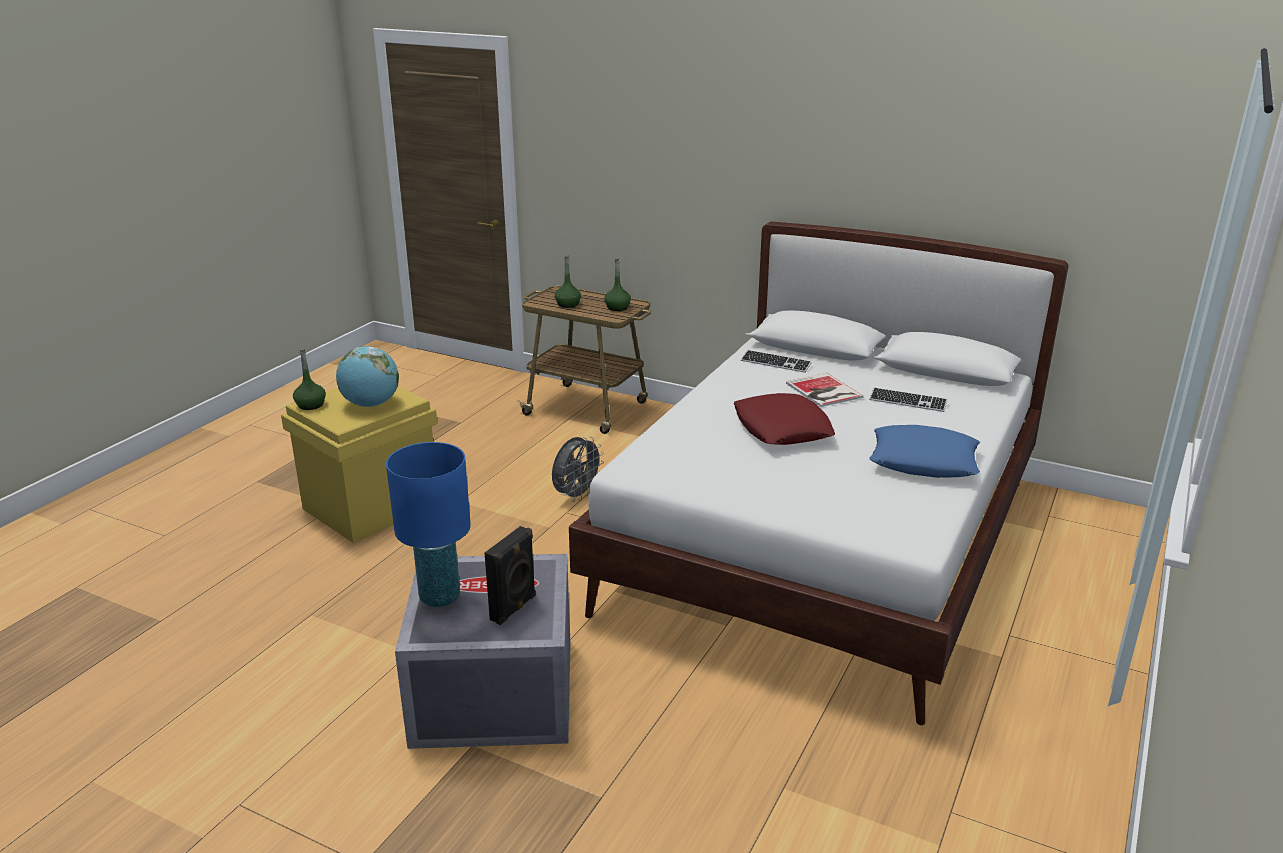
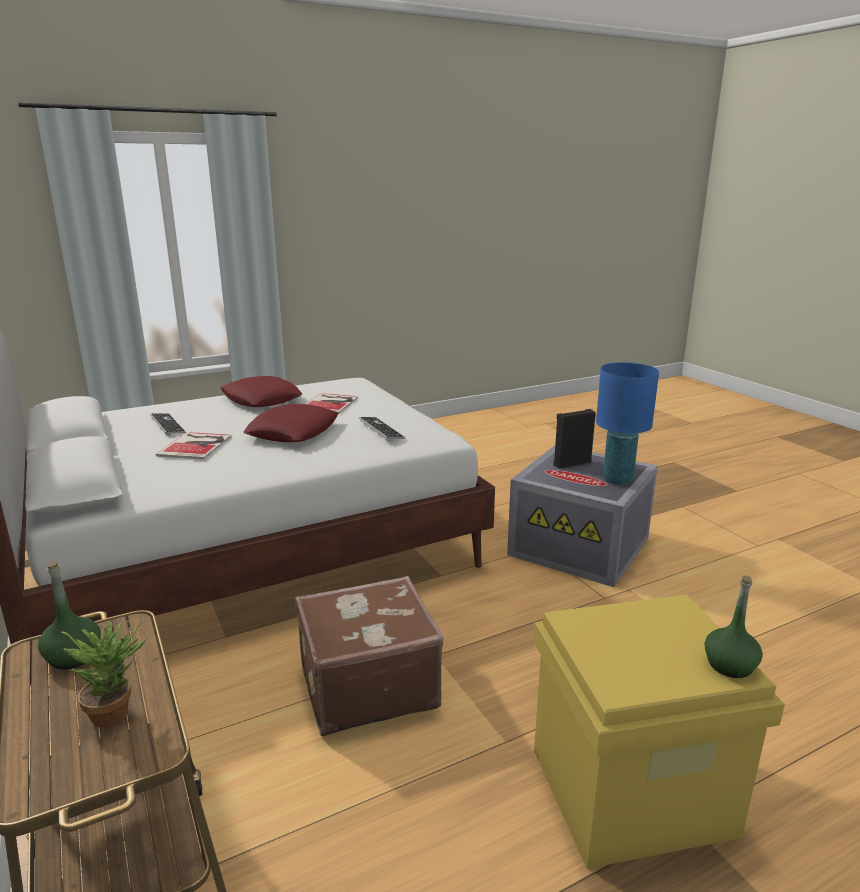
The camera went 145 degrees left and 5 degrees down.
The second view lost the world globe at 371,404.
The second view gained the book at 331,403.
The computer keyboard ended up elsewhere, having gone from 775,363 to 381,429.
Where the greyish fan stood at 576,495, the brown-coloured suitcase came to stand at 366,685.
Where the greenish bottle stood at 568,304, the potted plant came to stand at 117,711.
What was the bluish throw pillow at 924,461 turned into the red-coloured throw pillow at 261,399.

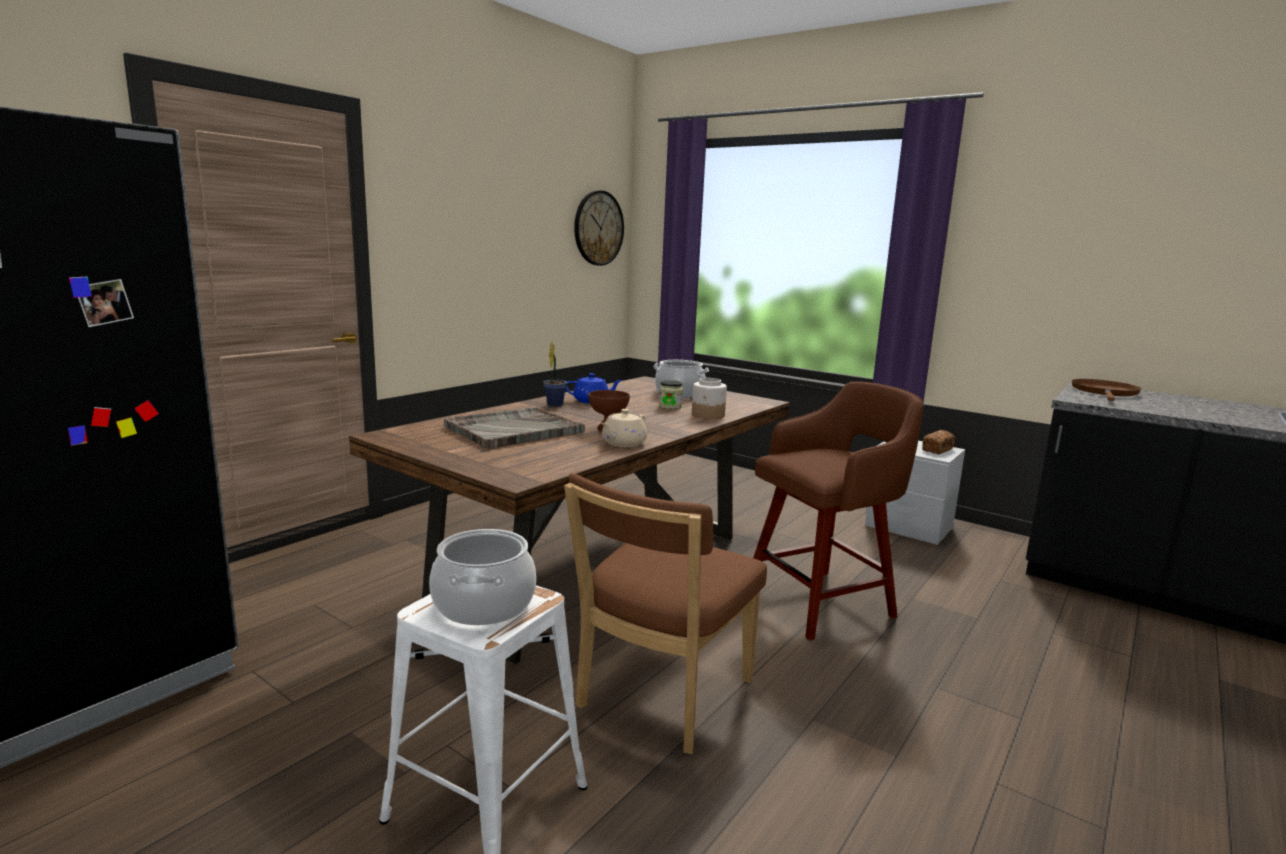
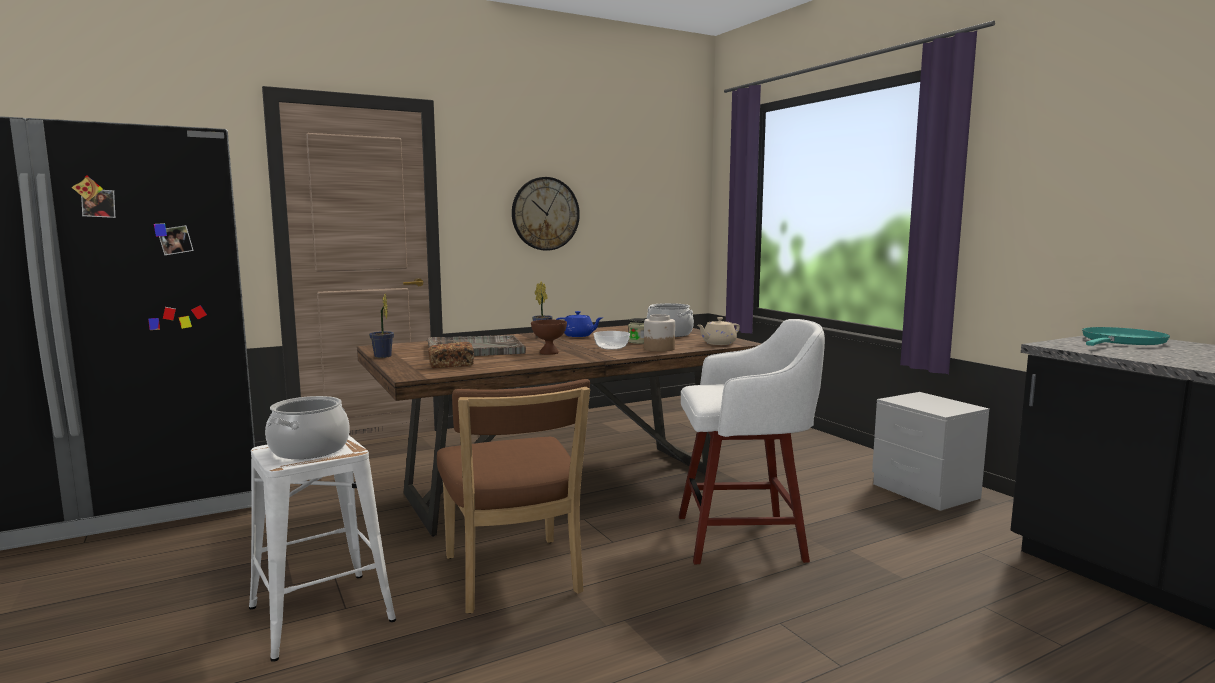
The camera went 25 degrees right and 5 degrees down.
The second view gained the potted plant at 383,357.
The second view gained the serving bowl at 612,347.
The hanging clock ended up elsewhere, having gone from 598,228 to 545,214.
The sand-coloured teapot ended up elsewhere, having gone from 623,443 to 718,343.
The bread ended up elsewhere, having gone from 937,450 to 451,365.
What was the brown-coloured sitting stool at 822,602 turned into the white sitting stool at 744,538.
What was the brown-coloured skillet at 1104,392 turned into the turquoise-coloured skillet at 1121,341.
The brown-coloured upright chair at 660,698 ended up facing another way, 75 degrees counterclockwise from before.

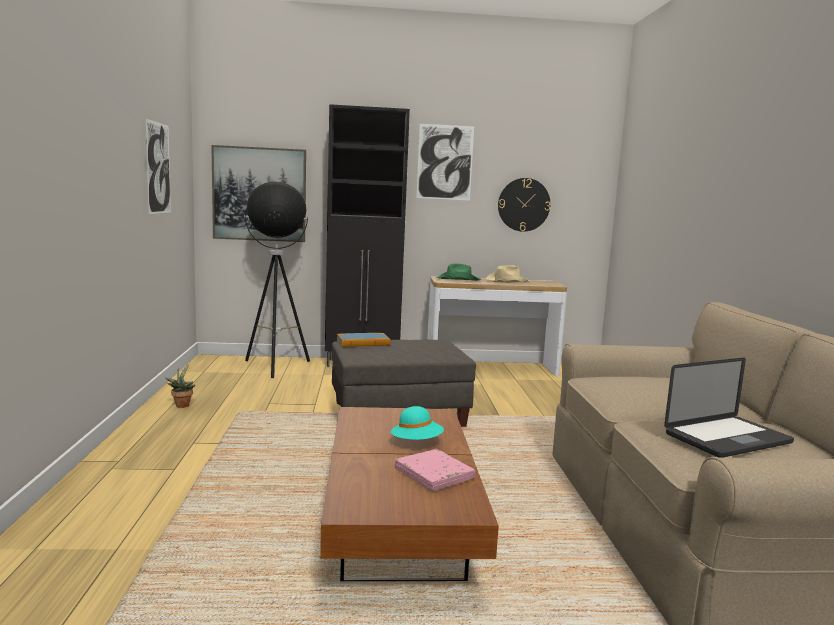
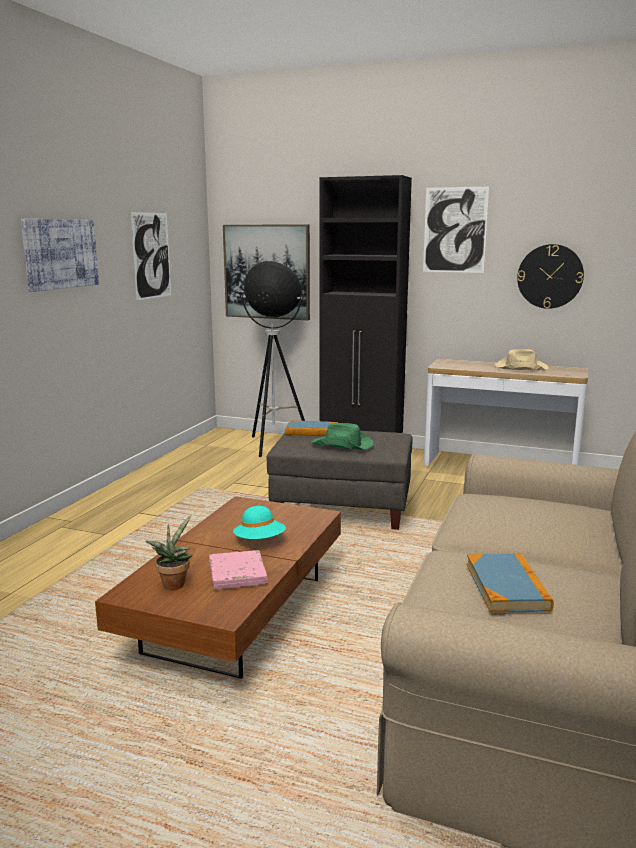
The camera went 25 degrees right and 5 degrees up.
The second view gained the wall art at 60,254.
The potted plant ended up elsewhere, having gone from 182,405 to 174,583.
The greenish wearable hat ended up elsewhere, having gone from 459,279 to 343,445.
Where the notebook computer stood at 727,438, the book came to stand at 507,586.

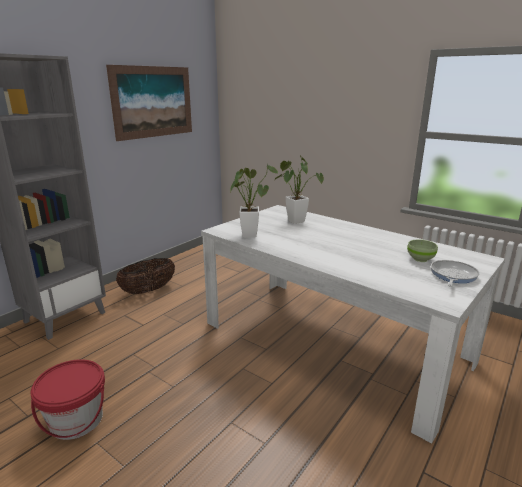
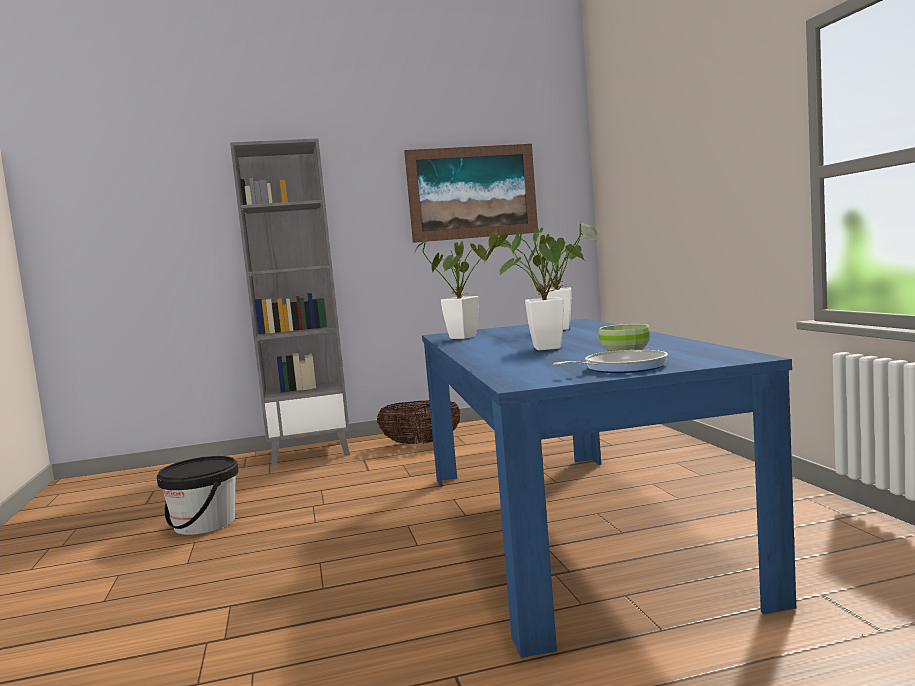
The camera went 40 degrees right and 15 degrees down.
The second view gained the potted plant at 539,348.
What was the red-coloured pail at 76,420 turned into the blackish pail at 204,524.
What was the white dining table at 332,341 turned into the bluish dining table at 568,527.

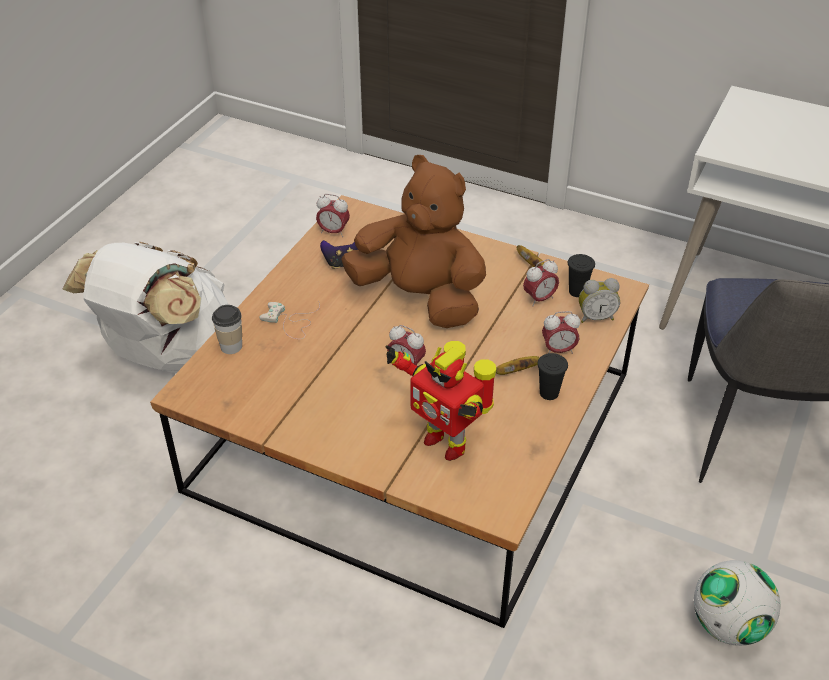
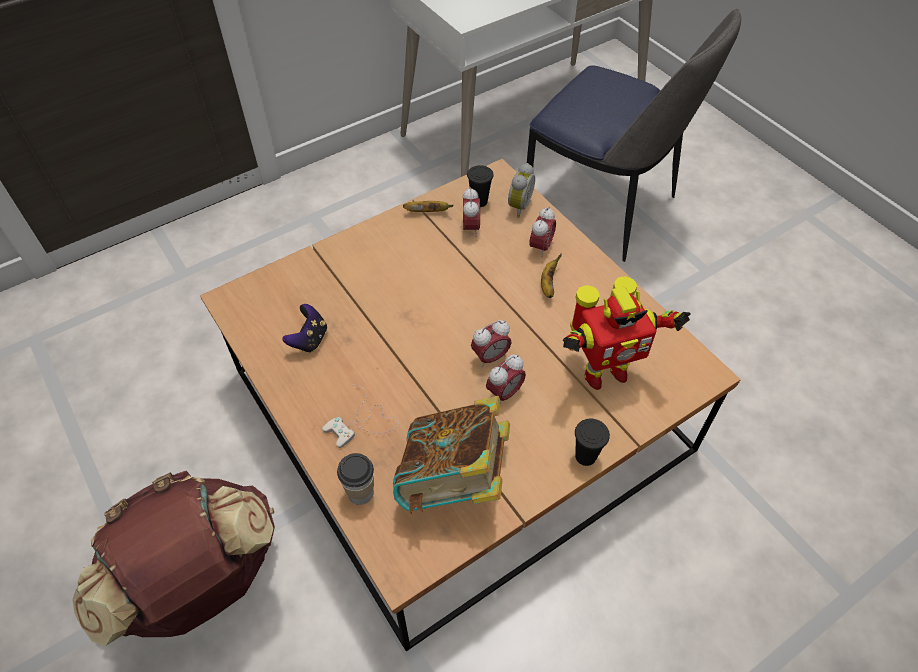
The camera went 60 degrees left and 10 degrees up.
The second view lost the brown-coloured cuddly toy at 420,298.
The second view lost the ball for football at 728,625.
The second view gained the book at 454,479.
The bedside clock ended up elsewhere, having gone from 333,232 to 504,393.
The blackish cup ended up elsewhere, having gone from 549,393 to 585,456.
What was the white knapsack at 168,356 turned into the brown-coloured knapsack at 201,581.

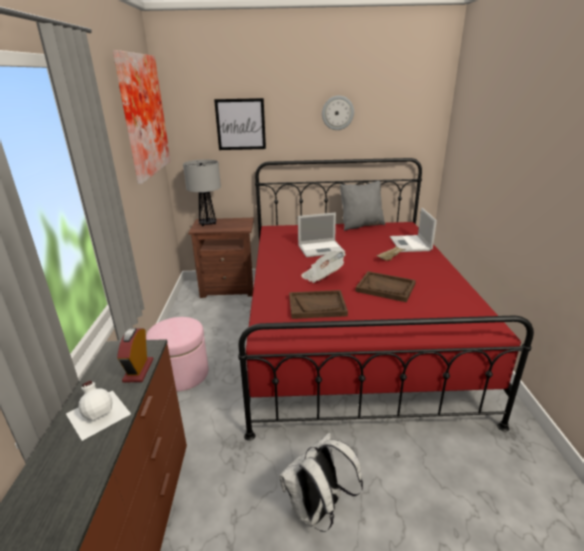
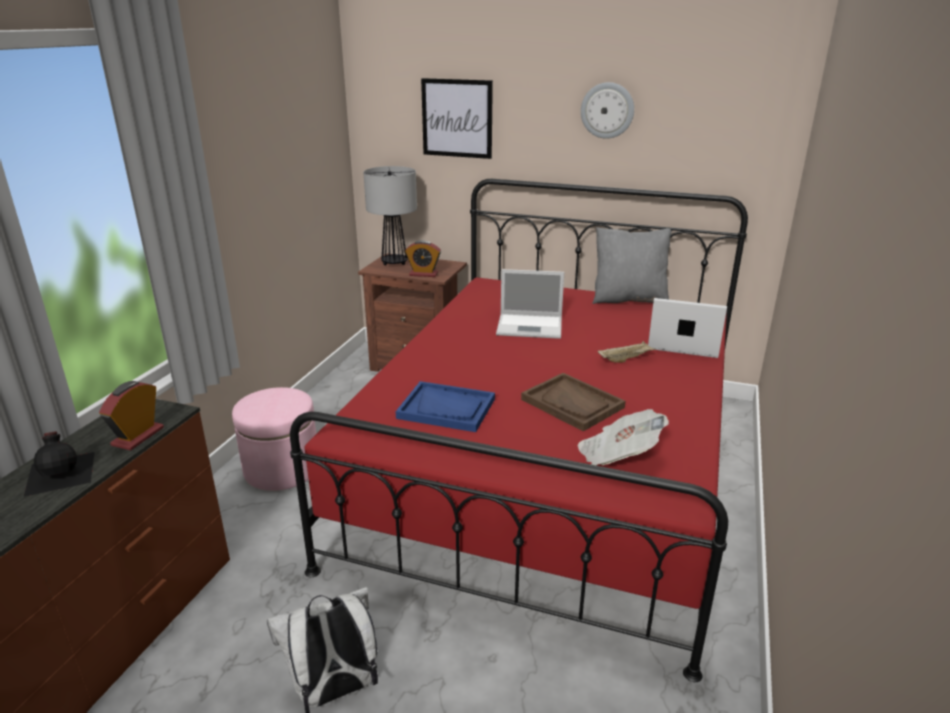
The camera went 20 degrees right and 0 degrees up.
The second view lost the wall art at 140,116.
The second view gained the bedside clock at 423,274.
The printed paper ended up elsewhere, having gone from 322,277 to 618,456.
What was the white bottle at 98,412 turned into the blackish bottle at 62,472.
What was the brown-coloured tray at 317,306 turned into the bluish tray at 446,408.
The notebook computer at 410,244 ended up facing another way, 90 degrees clockwise from before.

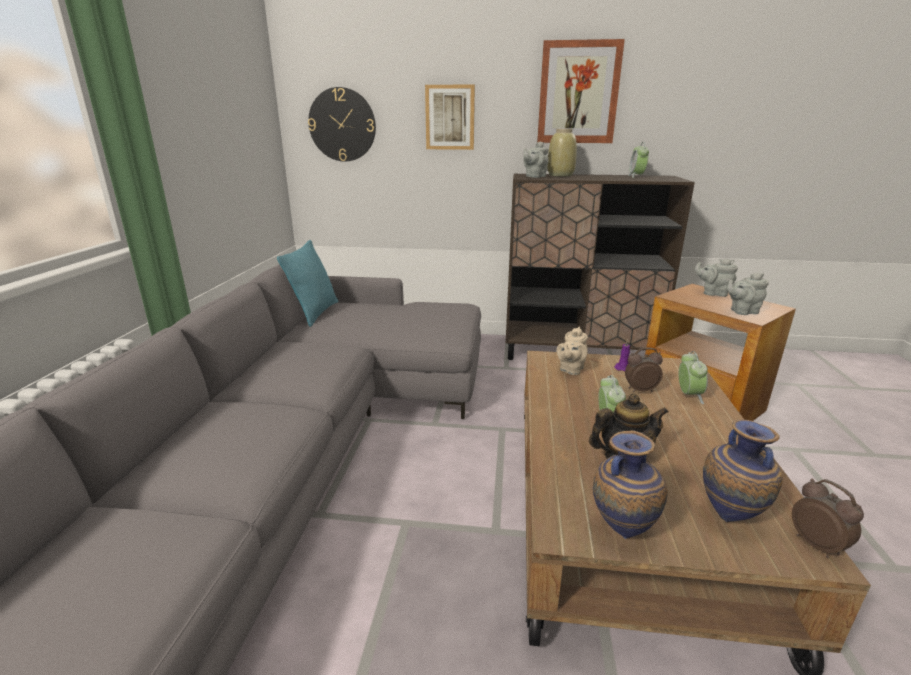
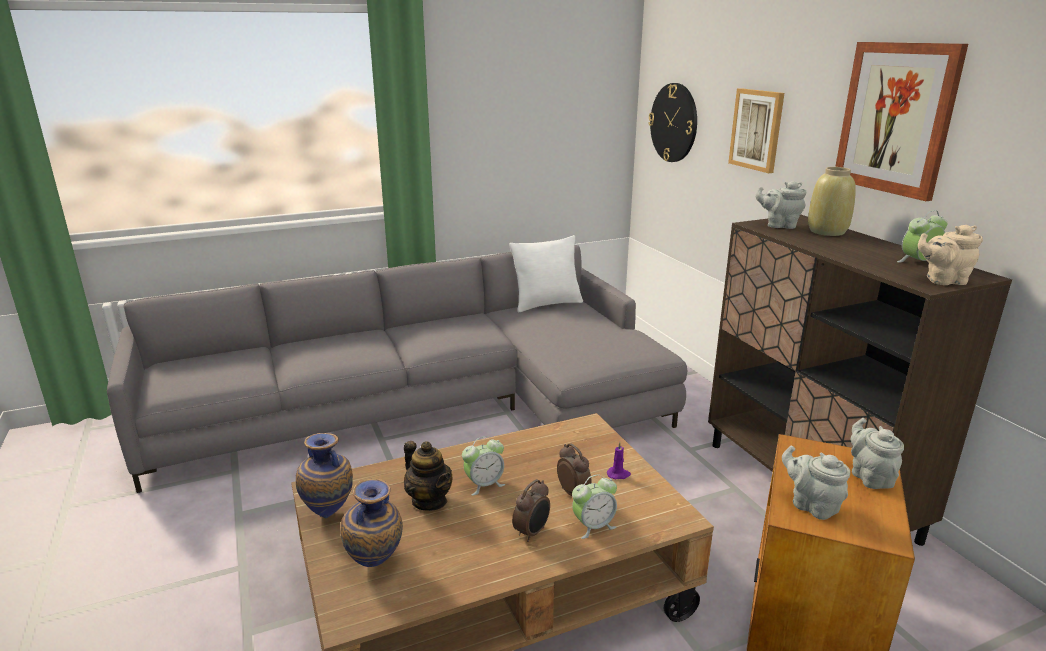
The camera went 60 degrees right and 0 degrees up.
The sand-coloured teapot ended up elsewhere, having gone from 570,370 to 942,280.
The bedside clock ended up elsewhere, having gone from 816,544 to 532,532.
What was the turquoise-coloured throw pillow at 315,313 turned into the white throw pillow at 547,304.

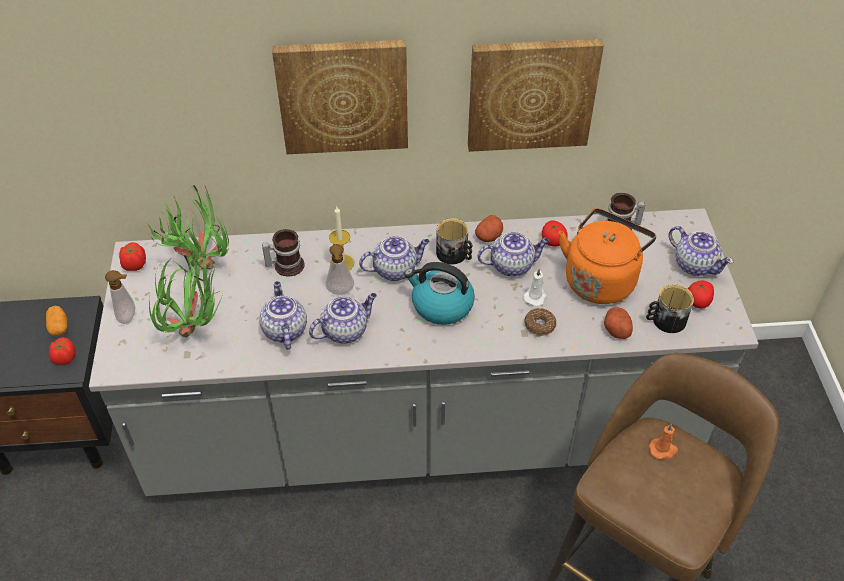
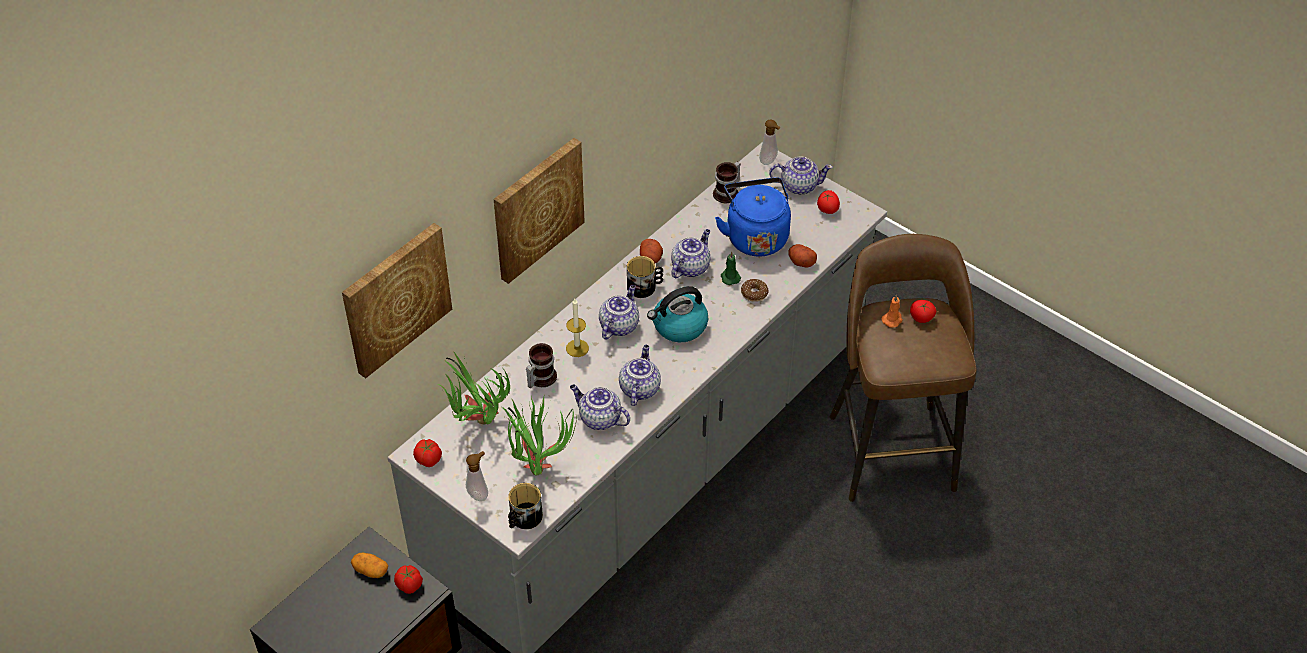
The camera went 45 degrees left and 0 degrees up.
The liquid soap bottle ended up elsewhere, having gone from 340,292 to 769,161.
The wall art ended up elsewhere, having gone from 531,94 to 395,298.
The whole tomato ended up elsewhere, having gone from 552,241 to 921,318.
The mug ended up elsewhere, having gone from 665,320 to 523,518.
What was the white wax light at 535,297 turned into the greenish wax light at 730,277.
What was the orangey tea kettle at 601,279 turned into the bluish tea kettle at 755,236.

